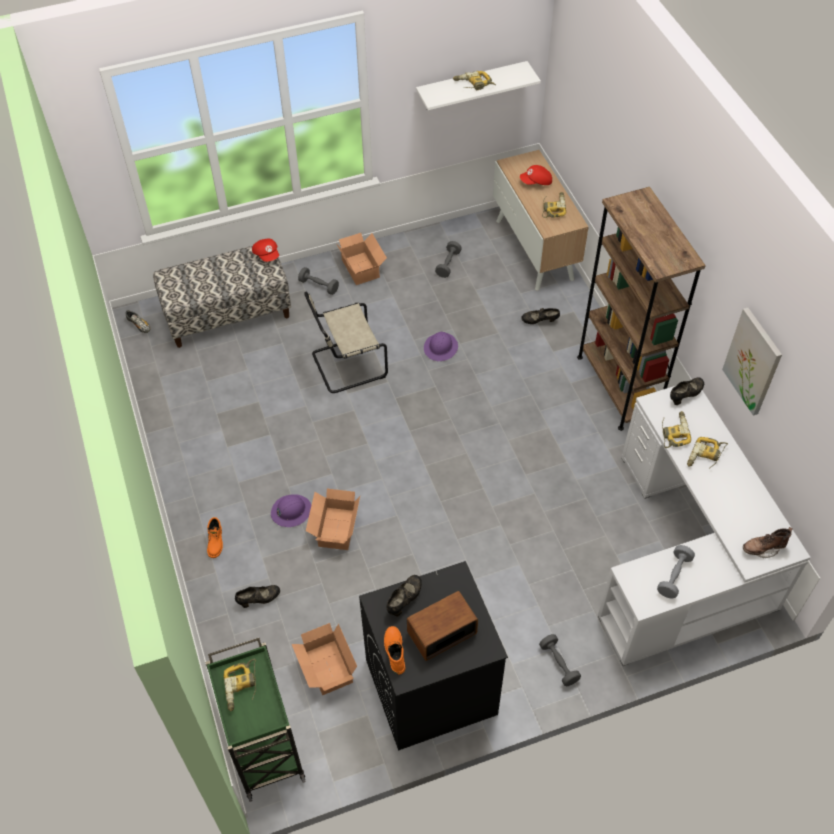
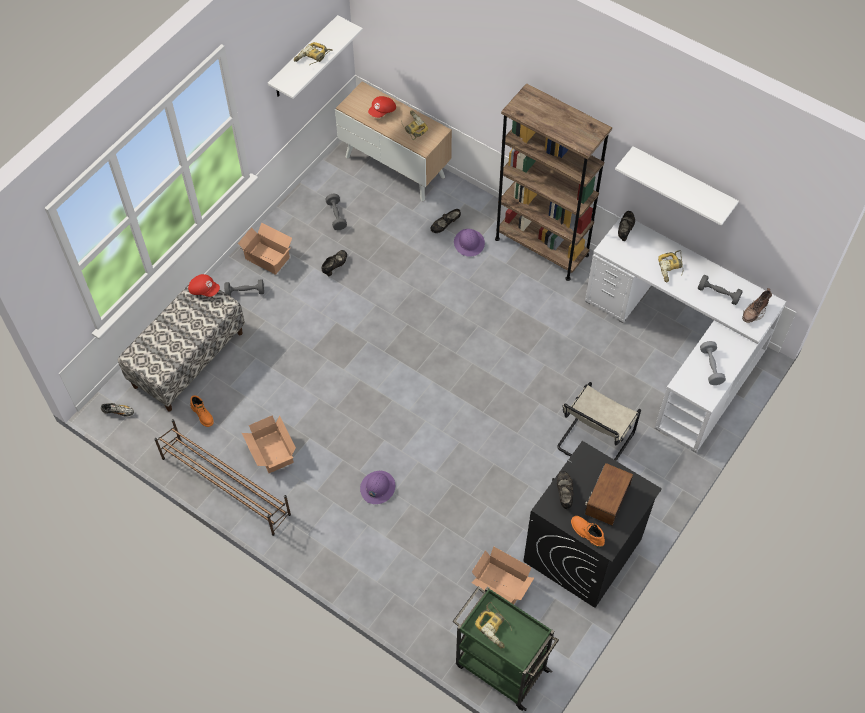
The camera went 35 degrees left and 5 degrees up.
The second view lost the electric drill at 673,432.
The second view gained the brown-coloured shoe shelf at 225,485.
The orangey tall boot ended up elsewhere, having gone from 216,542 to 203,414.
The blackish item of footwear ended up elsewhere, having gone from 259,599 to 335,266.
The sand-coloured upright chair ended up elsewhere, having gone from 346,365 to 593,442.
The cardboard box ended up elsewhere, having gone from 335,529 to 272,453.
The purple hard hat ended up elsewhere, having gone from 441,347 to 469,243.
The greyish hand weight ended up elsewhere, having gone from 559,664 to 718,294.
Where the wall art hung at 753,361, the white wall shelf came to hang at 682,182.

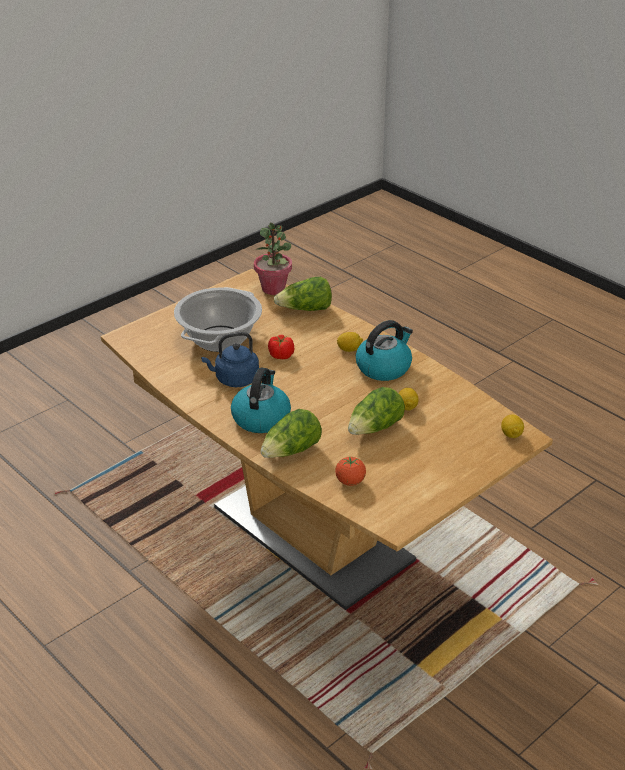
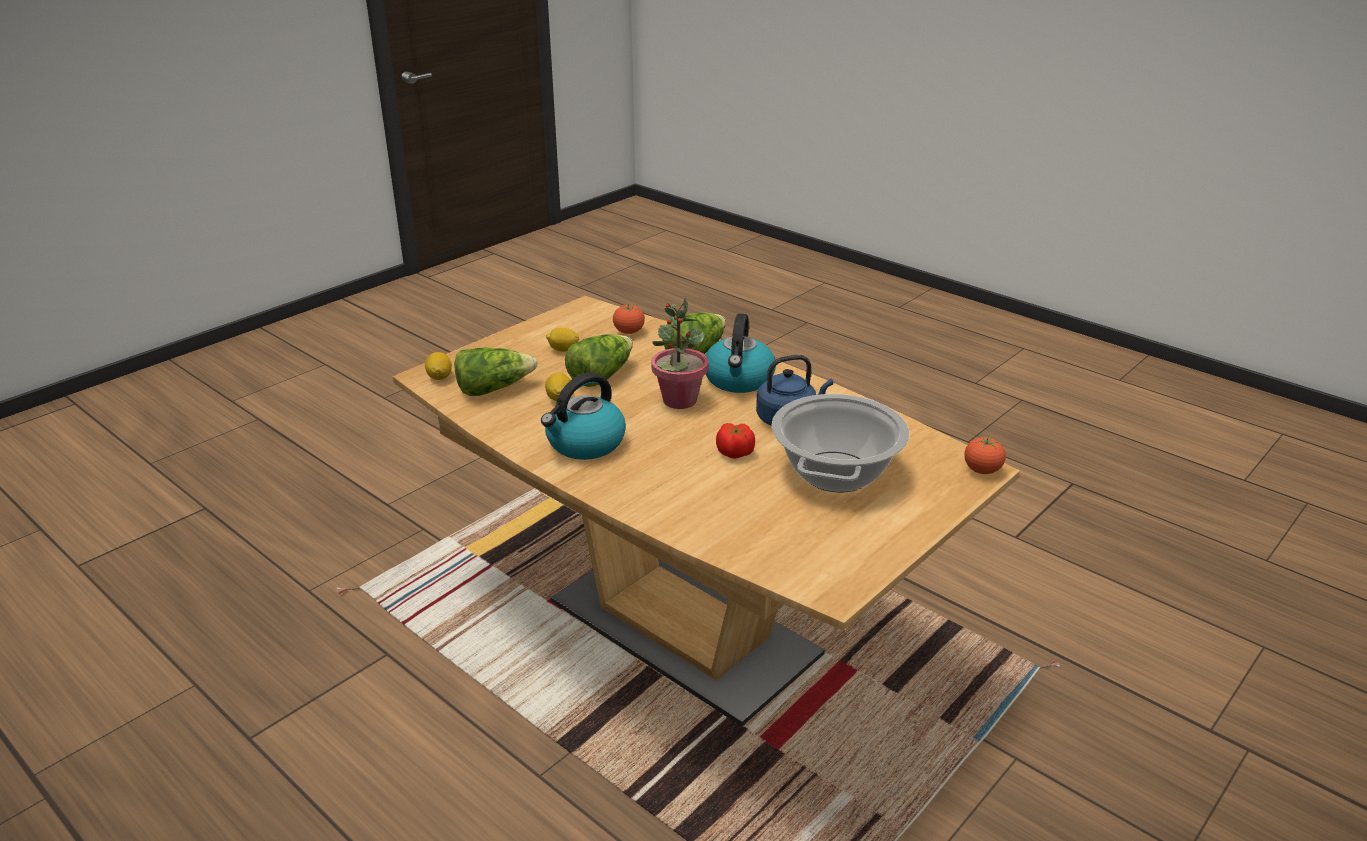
The camera went 175 degrees right and 5 degrees down.
The second view gained the whole tomato at 982,470.
The potted plant ended up elsewhere, having gone from 273,289 to 679,400.
The lettuce head ended up elsewhere, having gone from 305,309 to 493,389.
The lemon ended up elsewhere, having gone from 349,349 to 563,350.

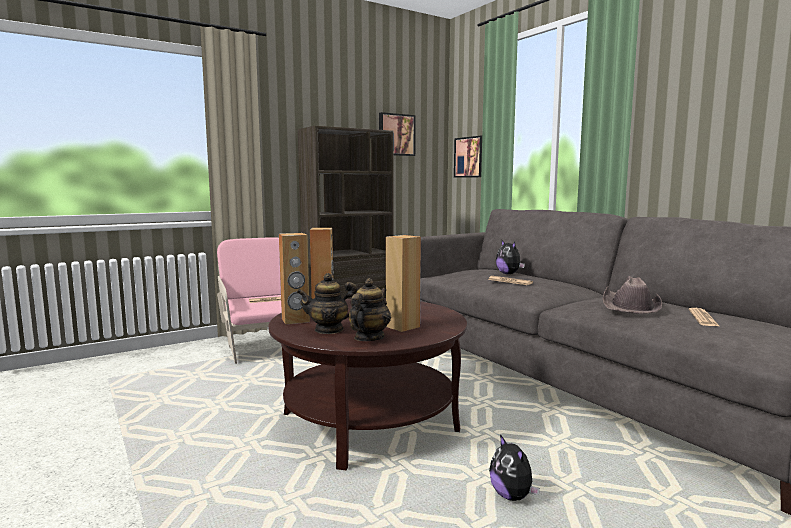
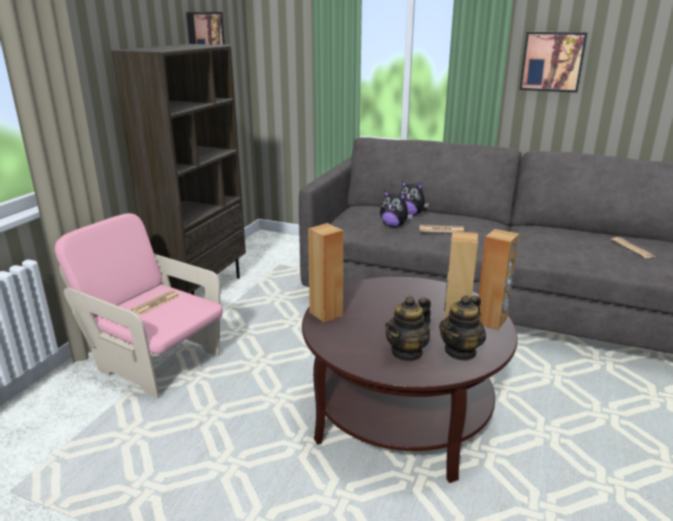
The camera went 35 degrees left and 15 degrees up.
The second view lost the brown-coloured wearable hat at 630,306.
The brown-coloured speaker ended up elsewhere, having gone from 295,320 to 491,321.
The wall art ended up elsewhere, having gone from 470,157 to 552,61.
The cuddly toy ended up elsewhere, having gone from 512,496 to 394,225.
The teapot at 368,338 ended up facing another way, 135 degrees counterclockwise from before.

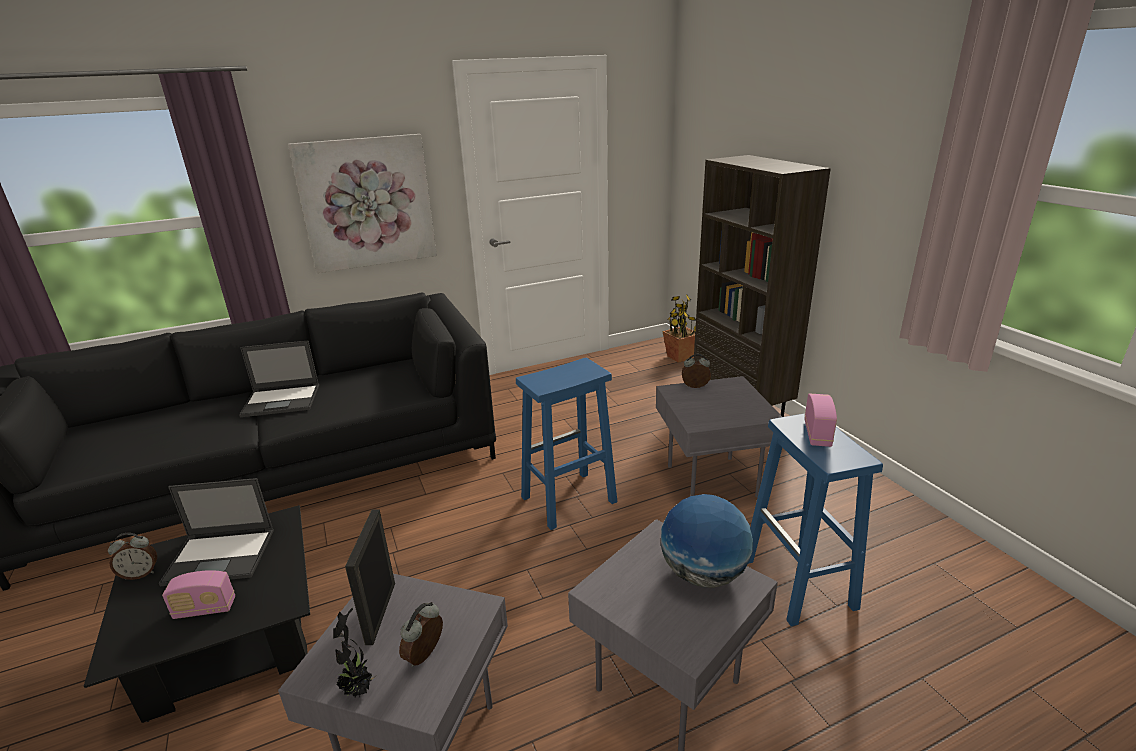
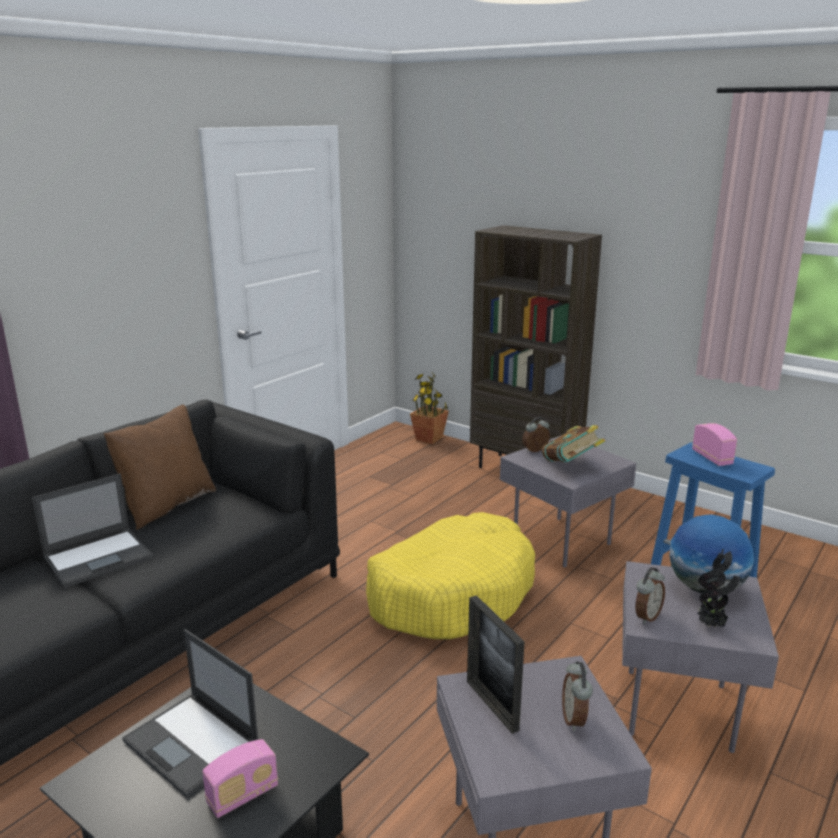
The camera went 30 degrees left and 5 degrees down.
The second view lost the wall art at 367,203.
The second view gained the brown-coloured throw pillow at 166,505.
The second view gained the book at 571,465.
The bedside clock ended up elsewhere, having gone from 140,574 to 646,616.
The potted plant ended up elsewhere, having gone from 359,689 to 711,625.
Where the bluish sitting stool stood at 567,500, the yellowish dog cushion came to stand at 451,593.
The notebook computer at 221,556 ended up facing another way, 75 degrees clockwise from before.

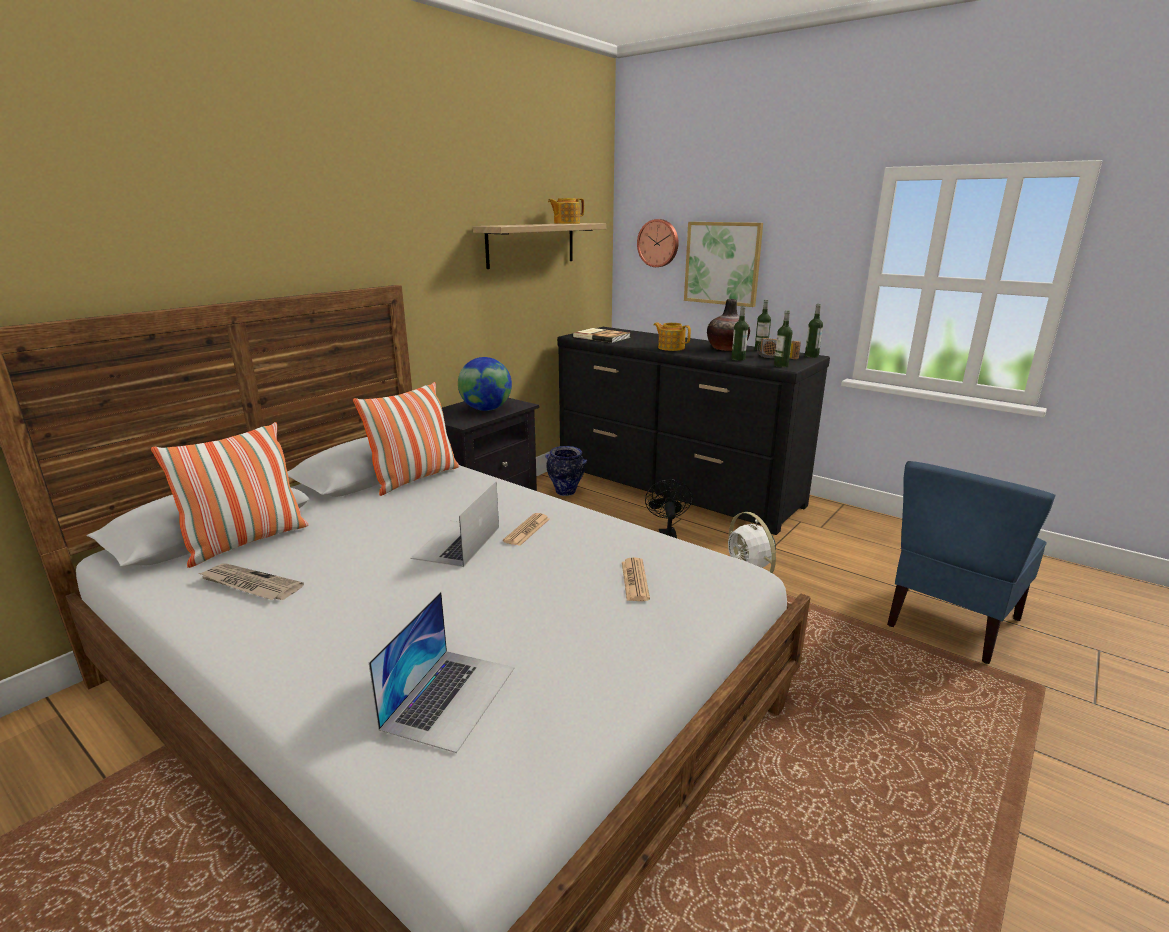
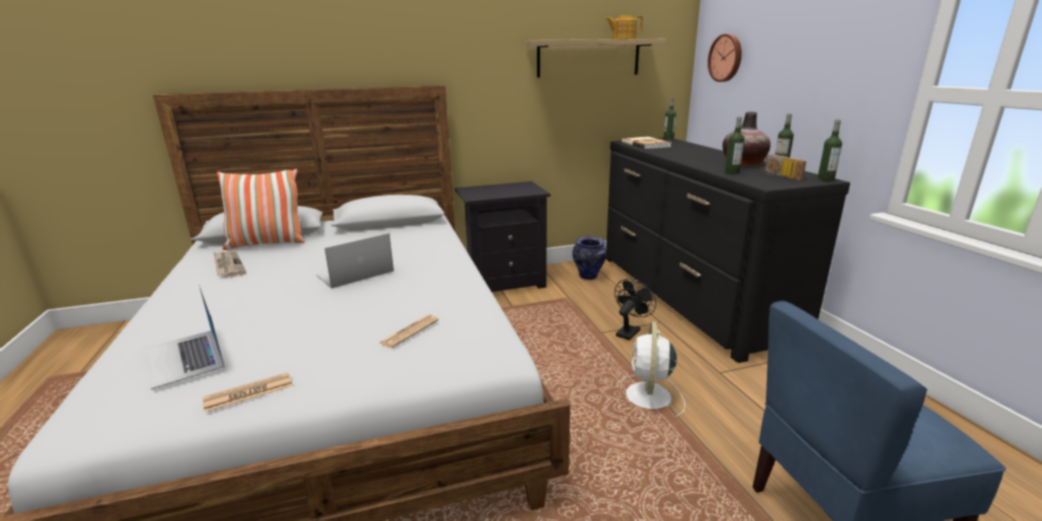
The camera went 35 degrees right and 0 degrees up.
The second view lost the throw pillow at 414,478.
The second view lost the world globe at 486,409.
The second view lost the teapot at 671,348.
The second view lost the wall art at 722,263.
The printed paper ended up elsewhere, having gone from 527,530 to 249,393.
The bottle ended up elsewhere, having gone from 781,365 to 668,138.
The notebook computer at 450,697 ended up facing another way, 90 degrees clockwise from before.

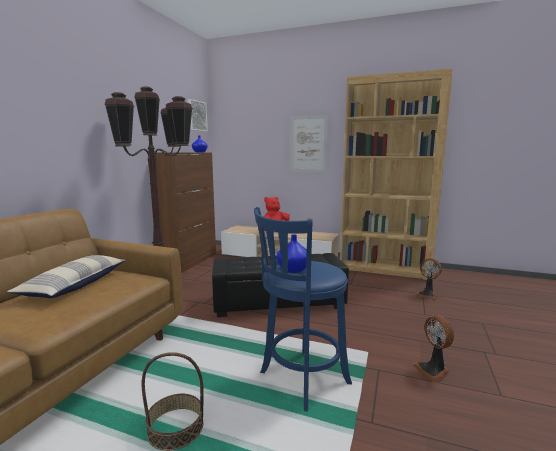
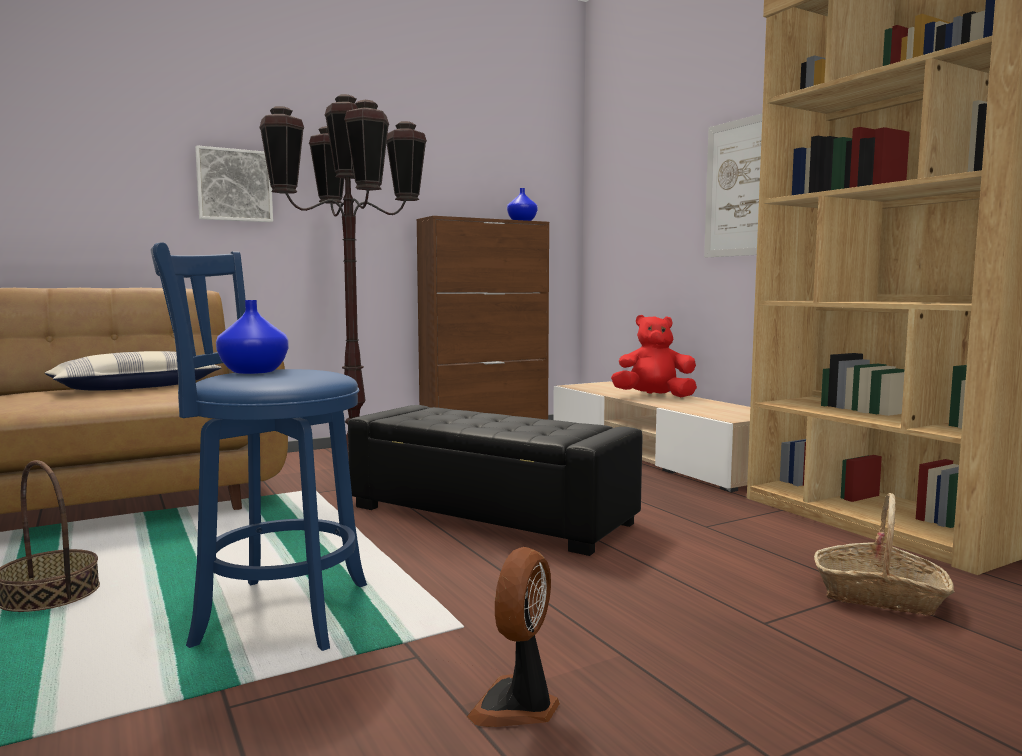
The camera went 40 degrees right and 5 degrees down.
The wall art ended up elsewhere, having gone from 196,116 to 234,185.
Where the fan stood at 427,294, the household basket came to stand at 879,595.

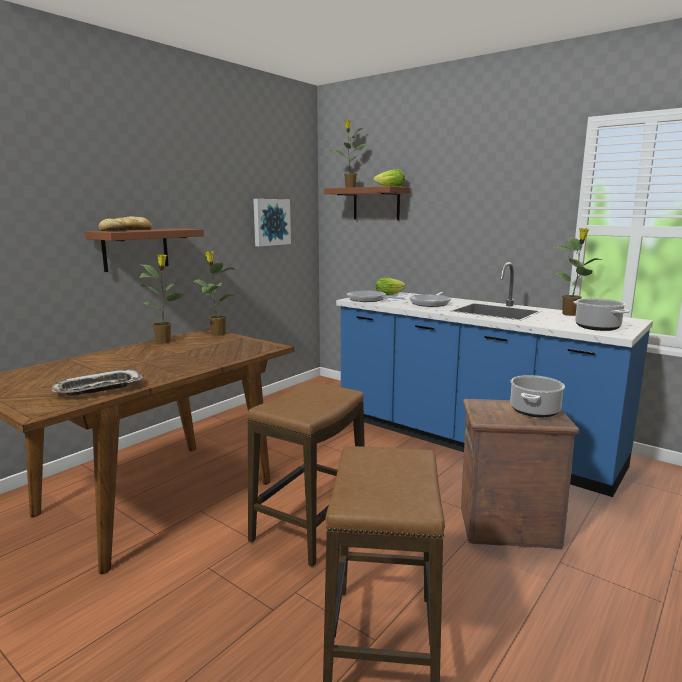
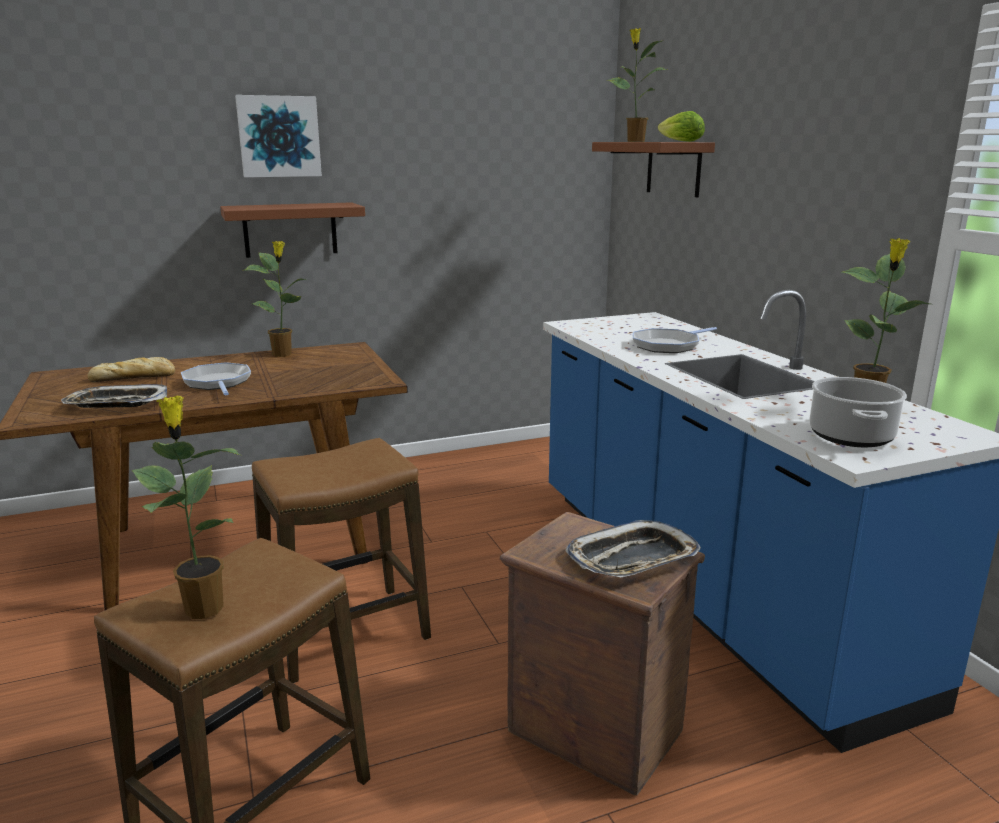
The camera went 30 degrees right and 5 degrees up.
The second view lost the lettuce head at 391,294.
The bread ended up elsewhere, having gone from 127,230 to 135,377.
The potted plant ended up elsewhere, having gone from 217,333 to 203,607.
The wall art ended up elsewhere, having gone from 270,222 to 279,136.
The skillet ended up elsewhere, having gone from 368,299 to 218,383.
Where the stockpot stood at 534,411, the tray came to stand at 632,559.

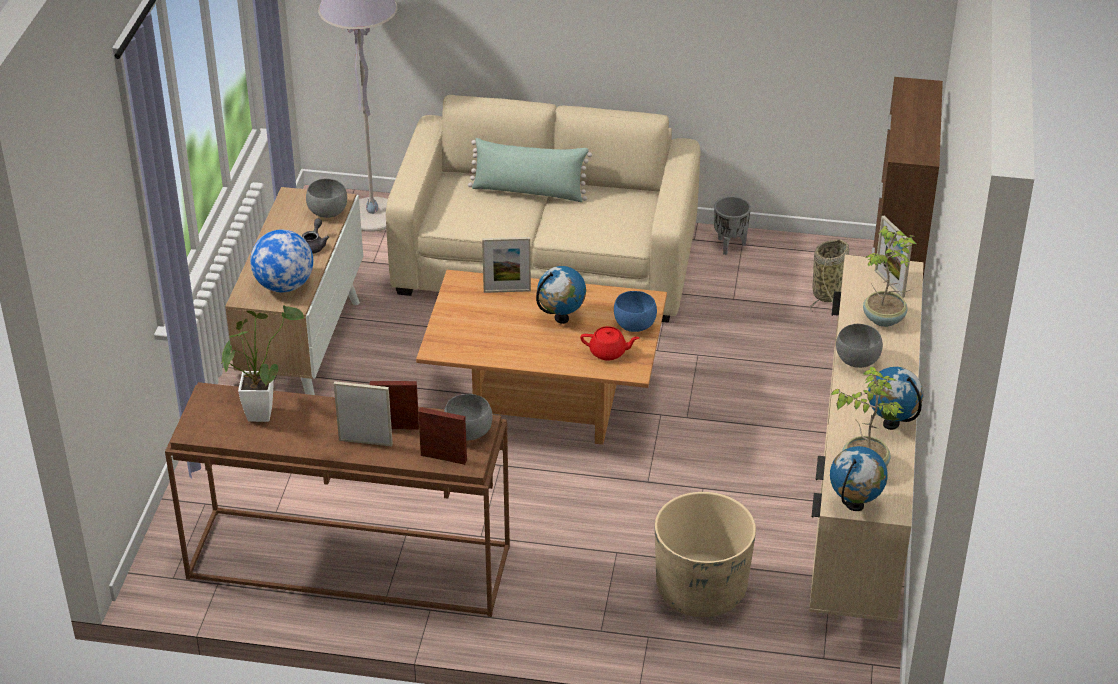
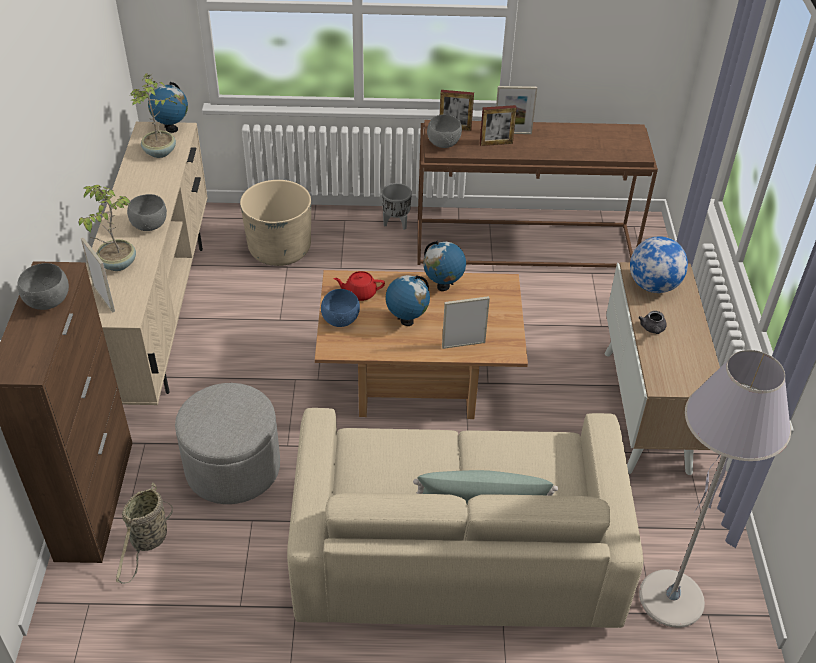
The camera went 170 degrees right and 5 degrees up.
The second view lost the potted plant at 261,410.
The second view gained the greyish ottoman at 233,468.
The greyish serving bowl ended up elsewhere, having gone from 327,212 to 48,302.
The greyish planter ended up elsewhere, having gone from 729,245 to 396,223.
The world globe ended up elsewhere, having gone from 891,424 to 443,286.

